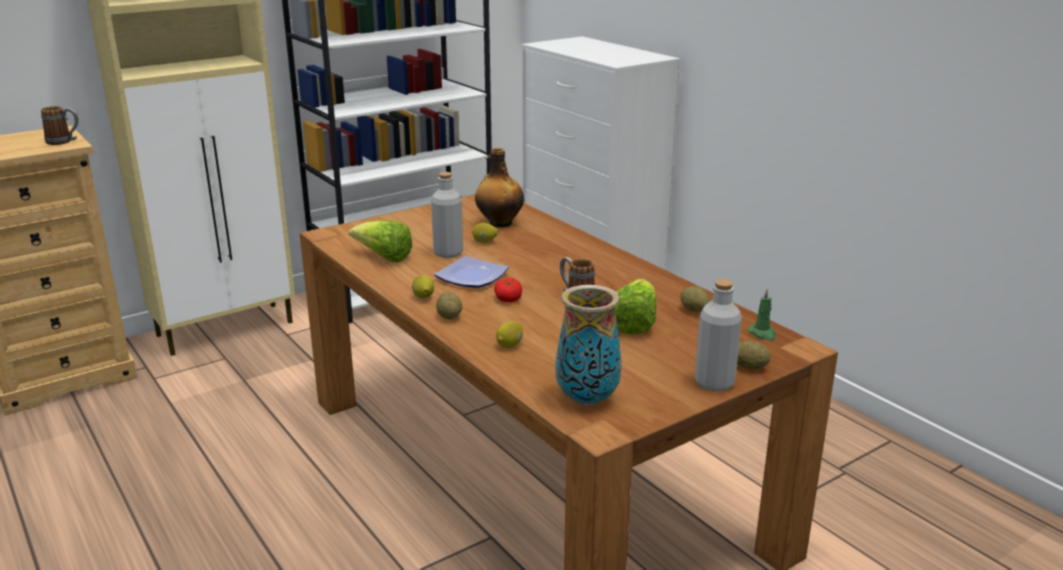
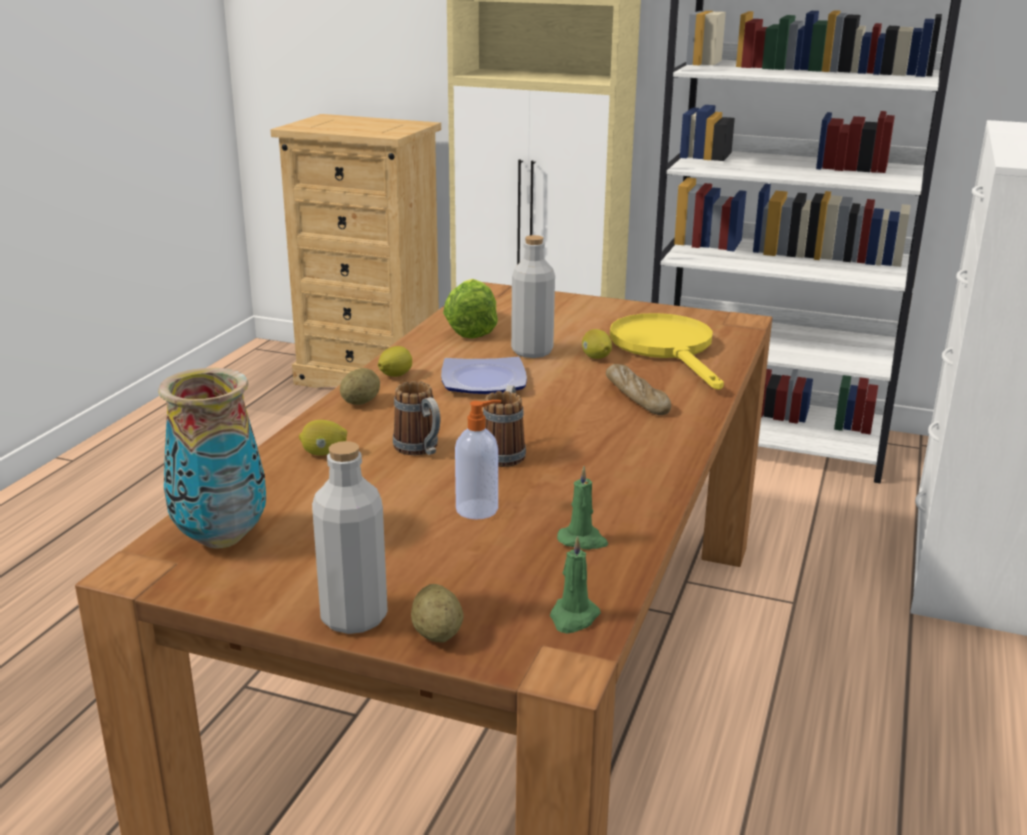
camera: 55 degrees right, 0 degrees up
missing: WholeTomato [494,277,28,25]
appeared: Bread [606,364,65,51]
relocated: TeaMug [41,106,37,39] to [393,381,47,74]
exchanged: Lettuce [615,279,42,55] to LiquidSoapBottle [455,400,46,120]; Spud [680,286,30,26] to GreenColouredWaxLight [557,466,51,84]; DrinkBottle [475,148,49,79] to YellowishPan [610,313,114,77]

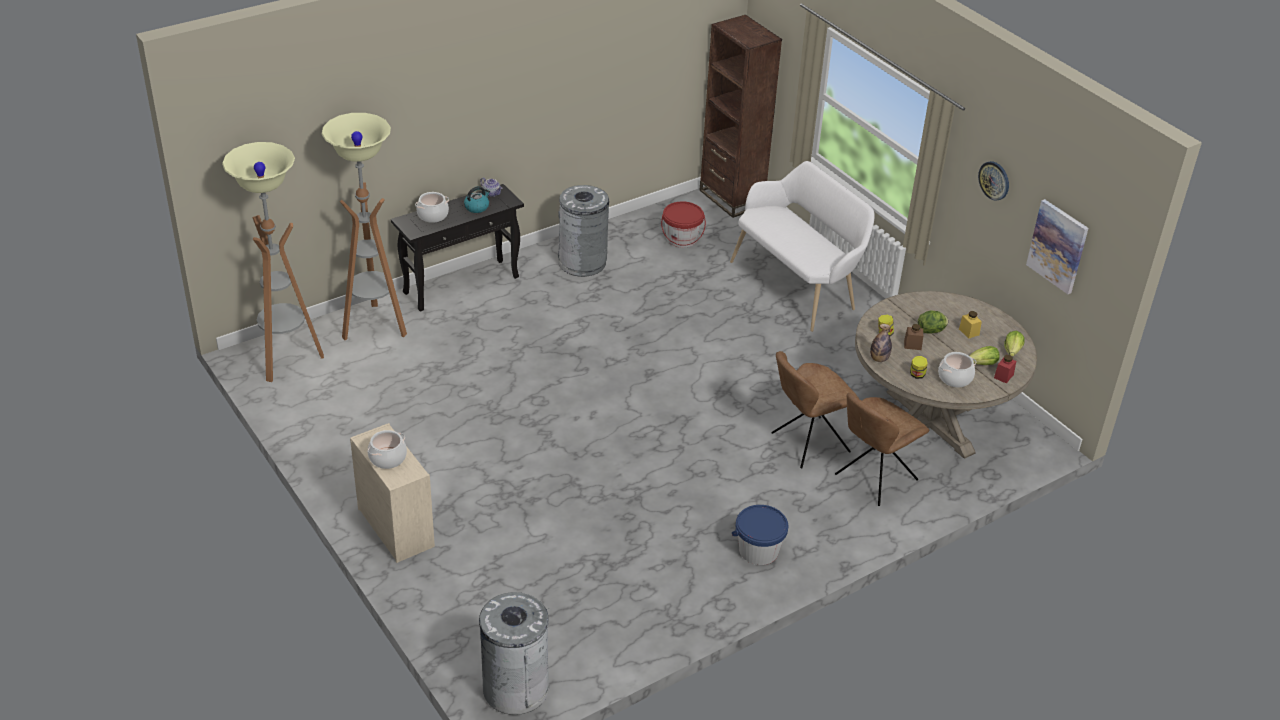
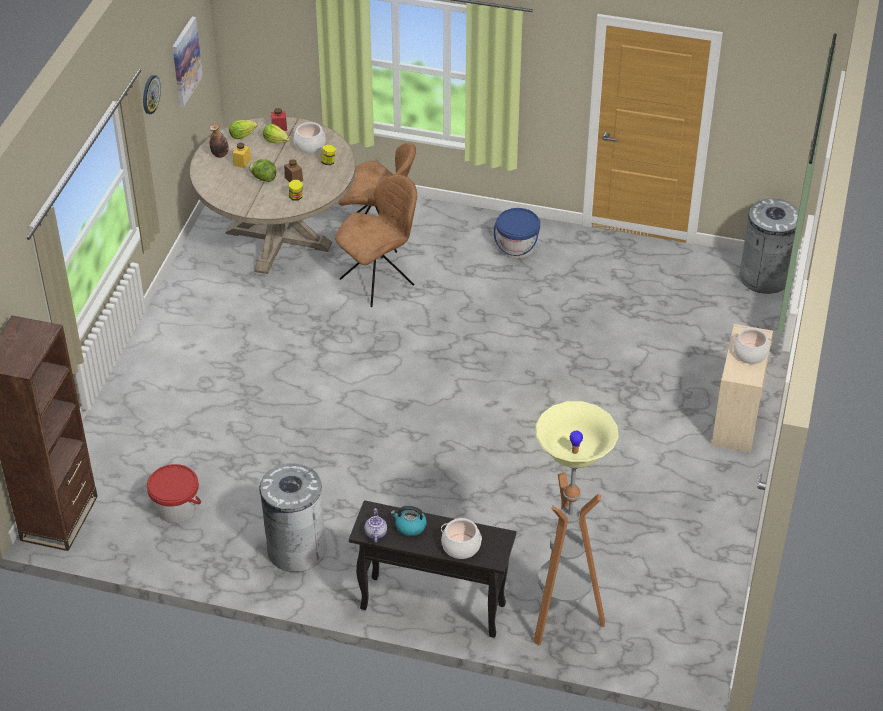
camera: 130 degrees left, 5 degrees up
missing: StandardLamp [222,142,102,240]; WhitishIndoorBench [730,161,145,171]
relocated: DrinkBottle [870,324,22,38] to [210,124,19,34]
spun: BrownishPlainChair [771,351,88,117] = [335,175,82,132] 60 degrees counterclockwise

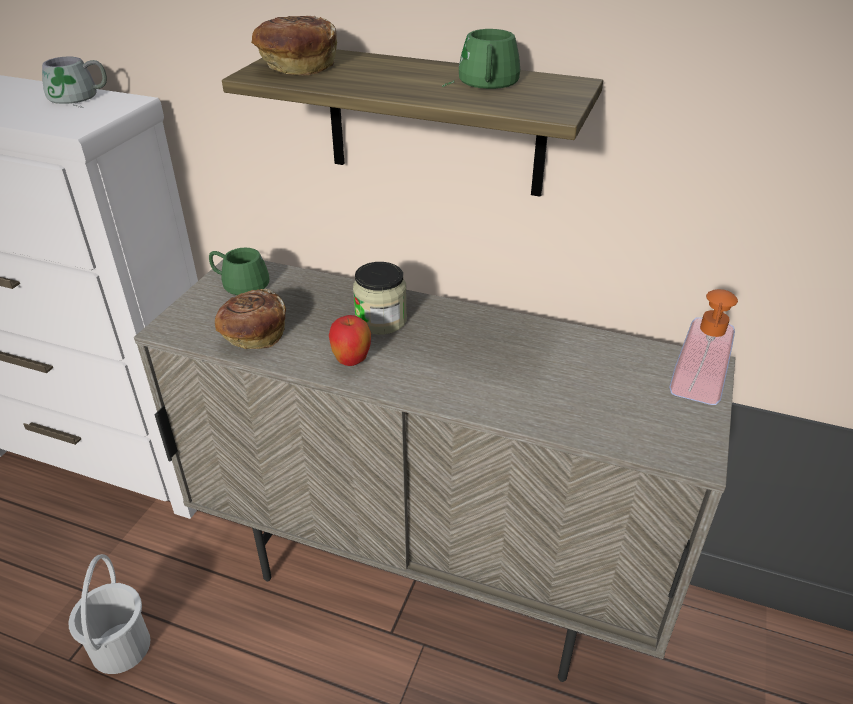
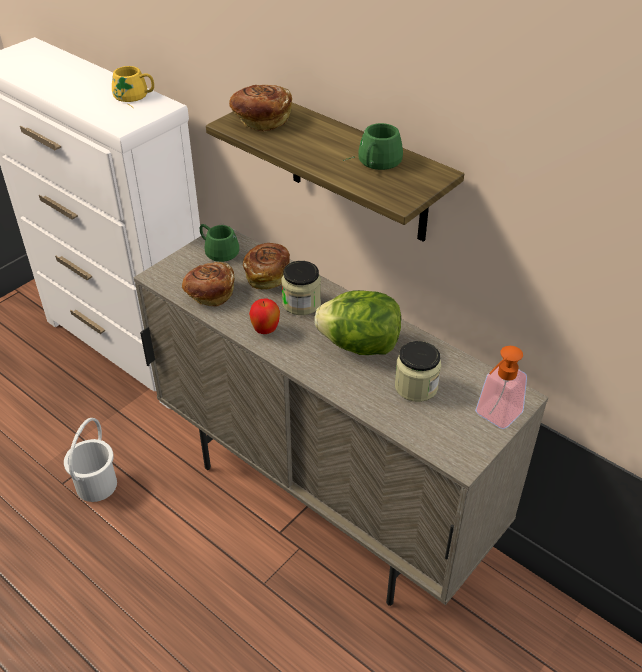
camera: 20 degrees right, 5 degrees up
appeared: Bread [243,243,47,47]; Lettuce [315,290,86,65]; PreserveJar [395,341,46,61]
colour: GreyTeaMug [42,57,65,51] to YellowishTeaMug [112,66,42,42]

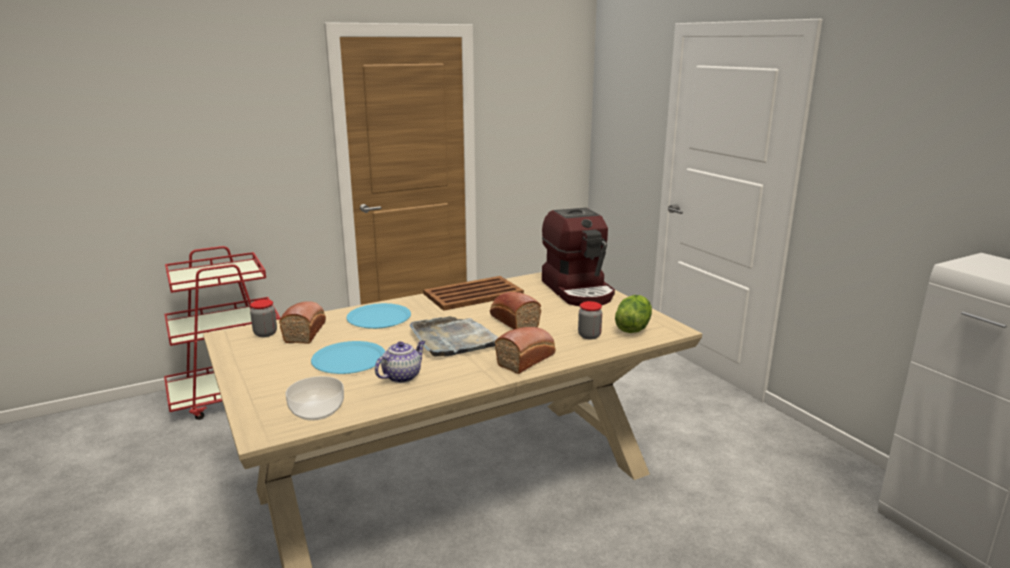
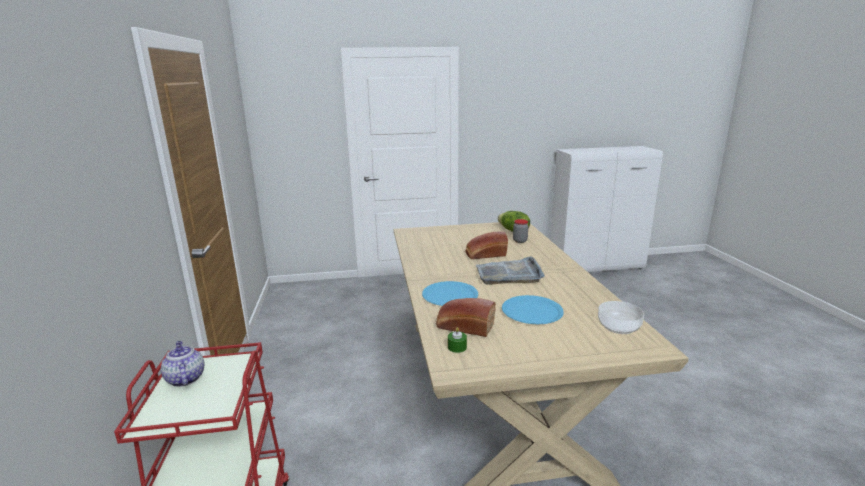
camera: 70 degrees left, 0 degrees up
missing: BrownishTray [423,276,101,35]; Bread [495,327,61,47]; CoffeeMaker [542,208,73,98]
relocated: Teapot [375,341,50,42] to [161,341,43,46]
exchanged: PreserveJar [250,299,27,38] to GreenColouredWaxLight [448,327,19,26]

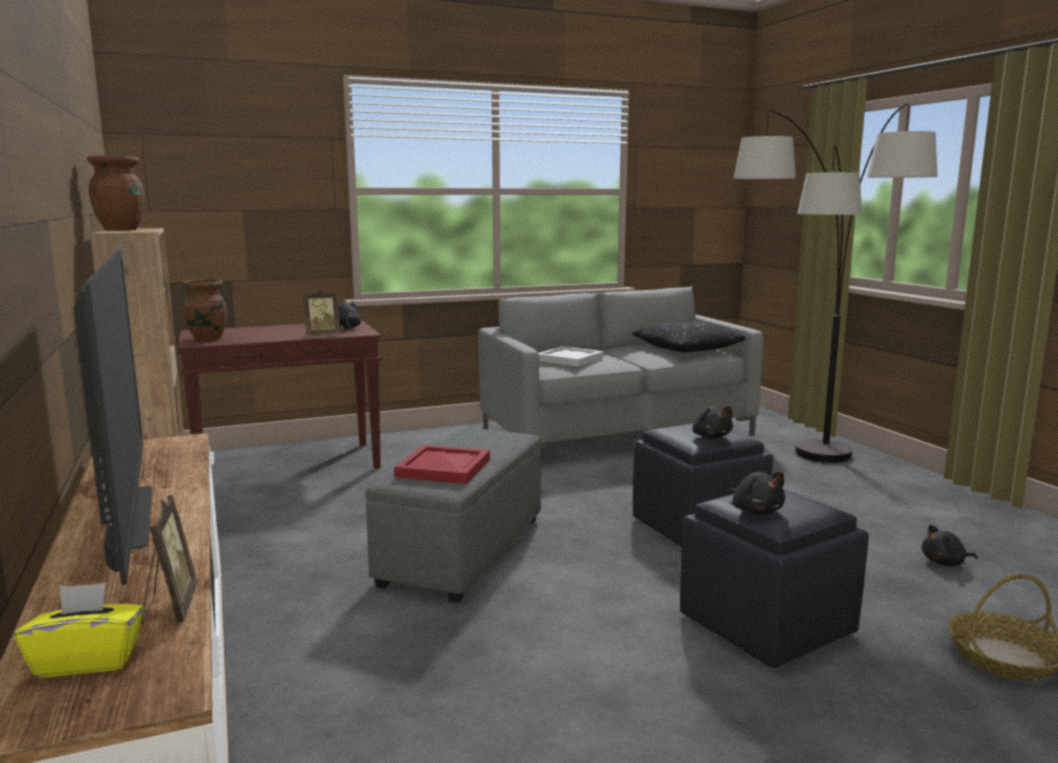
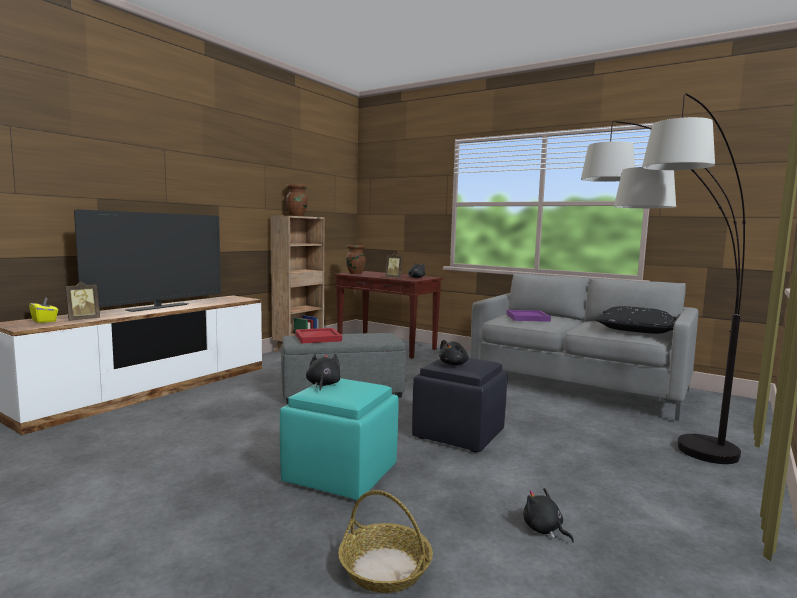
camera: 55 degrees right, 5 degrees down
colour: BlackFootrest [680,489,189,179] to TurquoiseColouredFootrest [280,378,119,122]; WhitishTray [538,346,66,21] to PurpleColouredTray [506,310,45,12]
spun: BlackPlushToy [728,472,57,43] = [306,354,34,37] 150 degrees clockwise

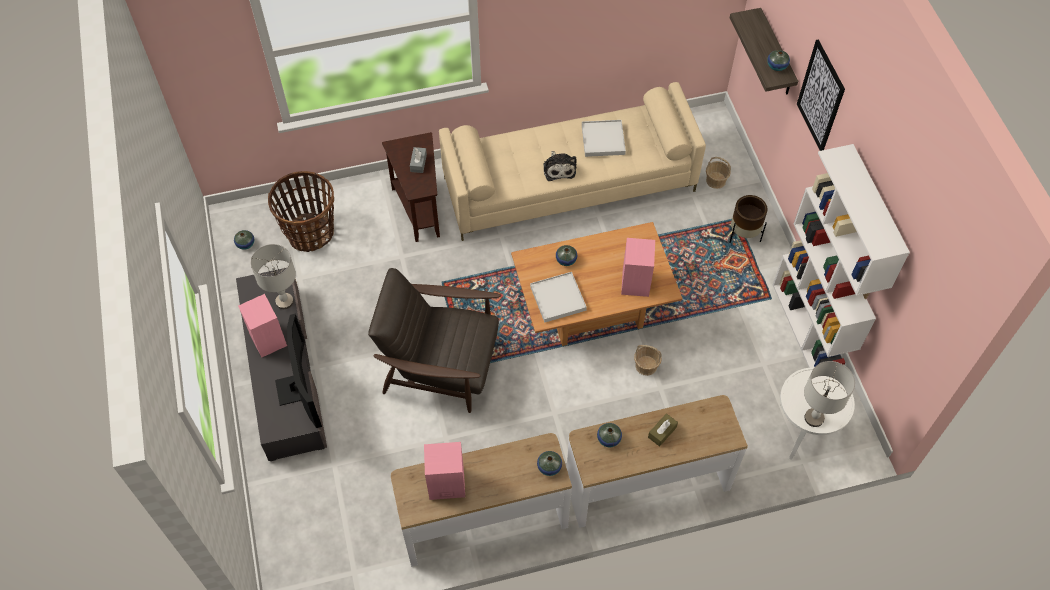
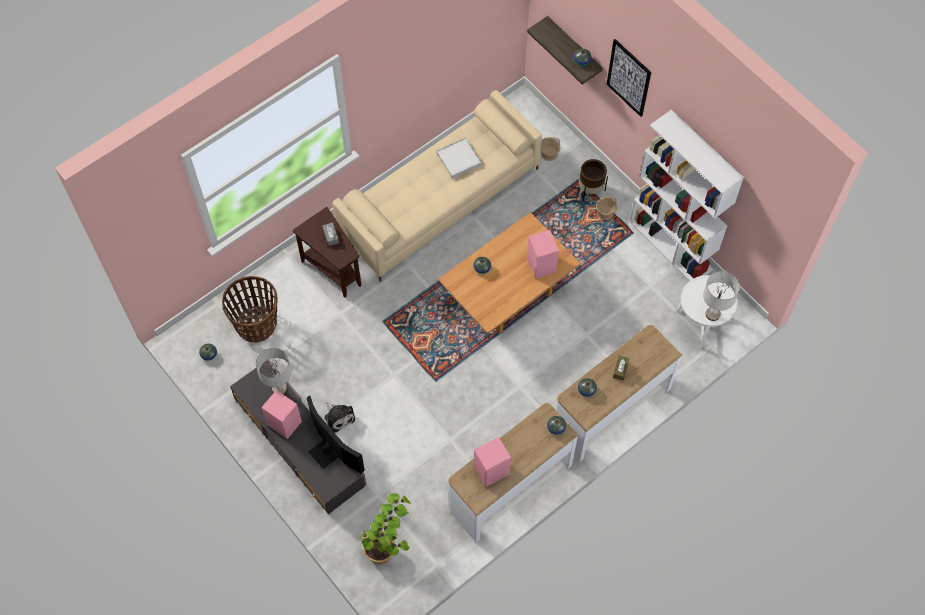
camera: 25 degrees left, 5 degrees up
missing: BrownishLoungeChair [368,268,133,145]; WhitishTray [530,272,57,51]
appeared: Houseplant [359,493,52,71]
relocated: PlushToy [543,151,34,30] to [325,403,30,30]; HouseholdBasket [634,345,28,31] to [596,197,21,23]

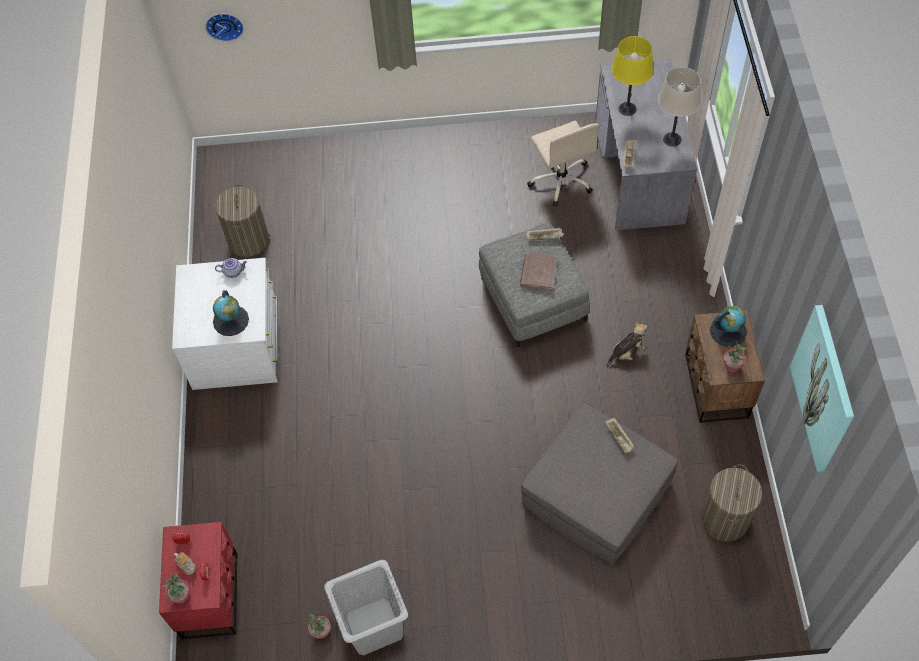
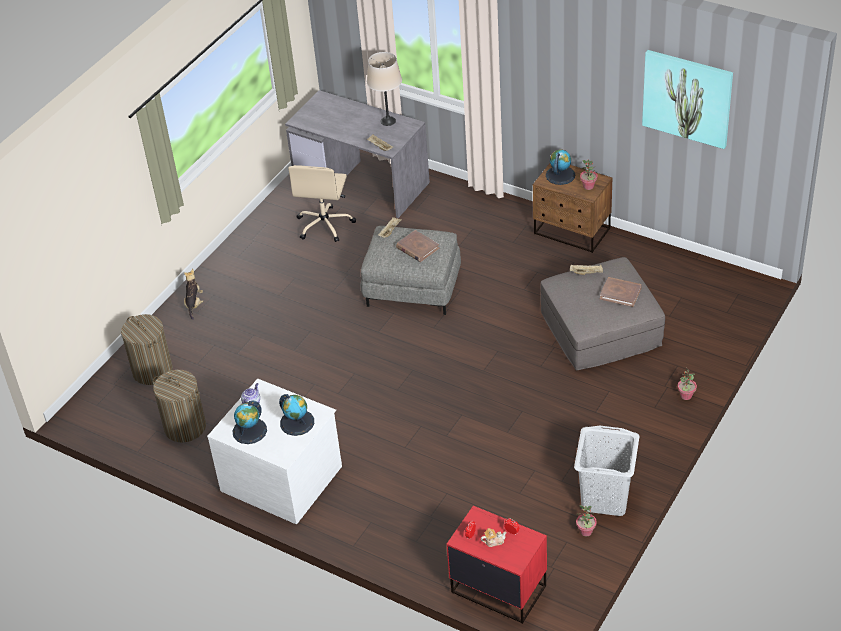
camera: 55 degrees left, 15 degrees down
missing: ClockOnTheWall [205,14,39,28]; YellowishTableLamp [612,36,42,80]
appeared: Globe [233,401,34,43]; BrownishBook [600,277,42,30]
relocated: LaundryBasket [701,464,61,78] to [121,314,52,71]; PlushToy [607,322,40,45] to [184,269,19,51]; Houseplant [163,573,27,31] to [678,367,19,33]
spun: SandColouredOfficeChair [527,121,72,85] = [288,165,68,77] 90 degrees clockwise

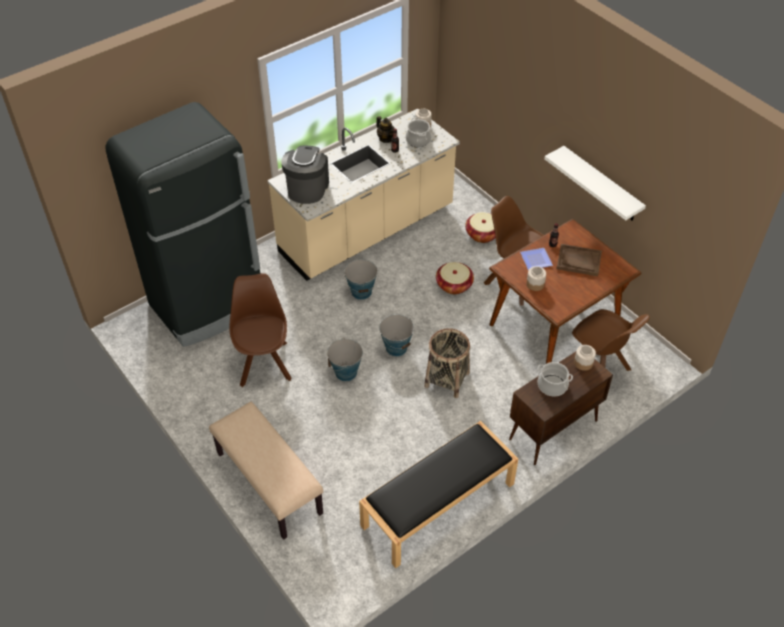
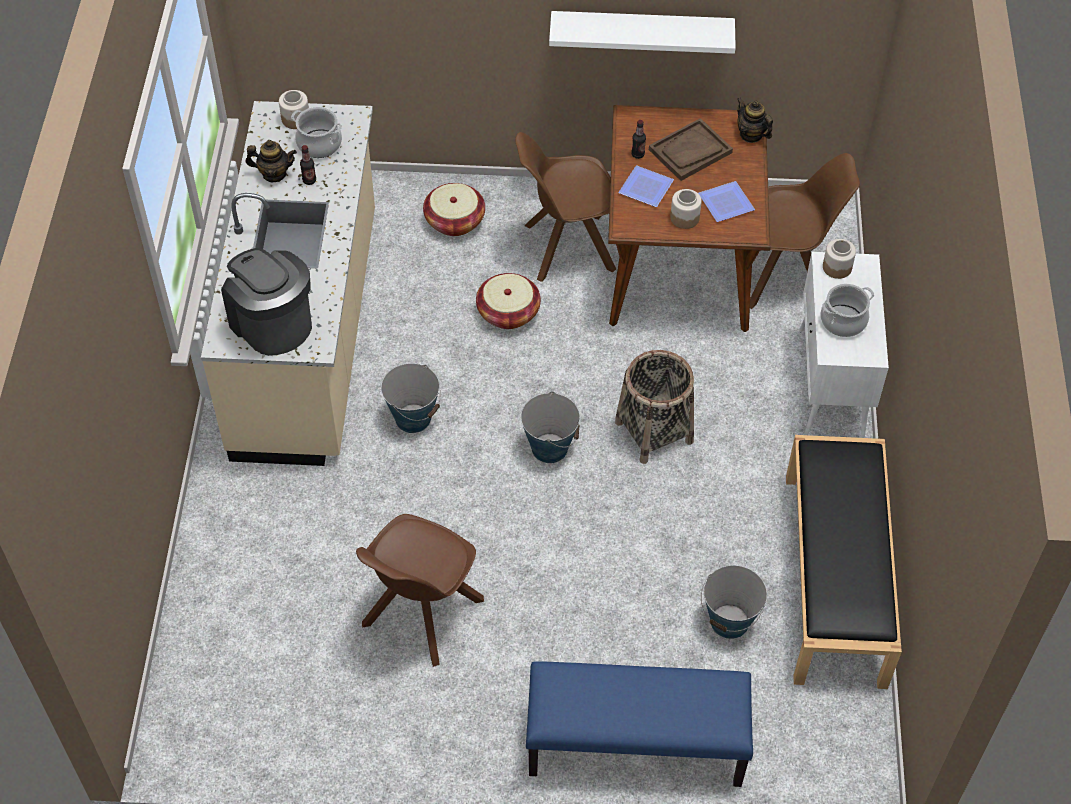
camera: 50 degrees left, 5 degrees up
missing: BlackRefrigerator [105,102,155,245]
appeared: Plate [698,181,57,41]; Teapot [737,98,36,45]
relocated: Pail [327,338,36,43] to [701,565,66,74]
colour: SandColouredIndoorBench [209,402,114,138] to BluishIndoorBench [526,661,227,126]; BrownishStorageCabinet [509,351,104,114] to WhitishStorageCabinet [799,252,90,186]
spun: BrownishPlainChair [229,273,63,114] = [356,514,128,153] 90 degrees counterclockwise

